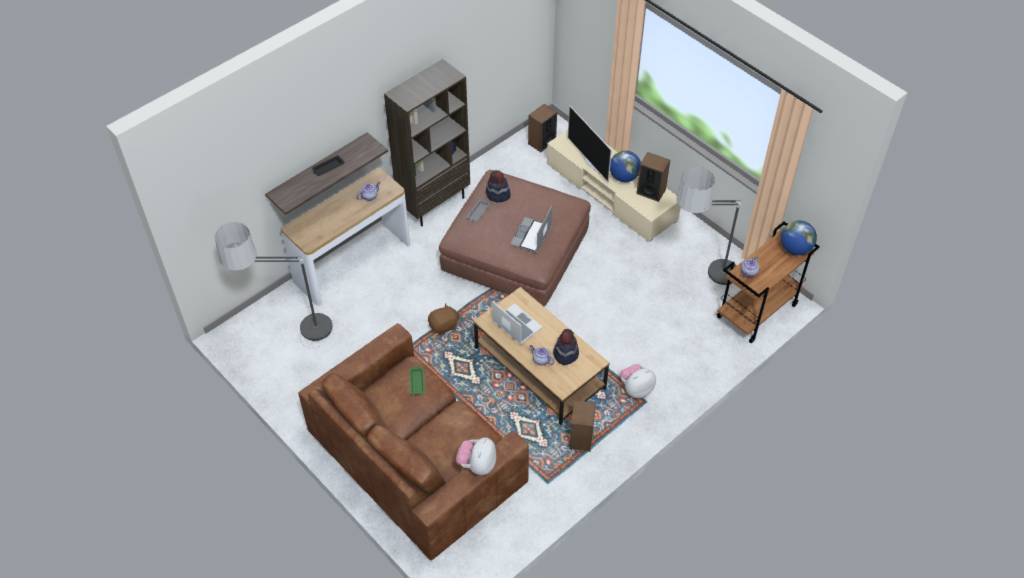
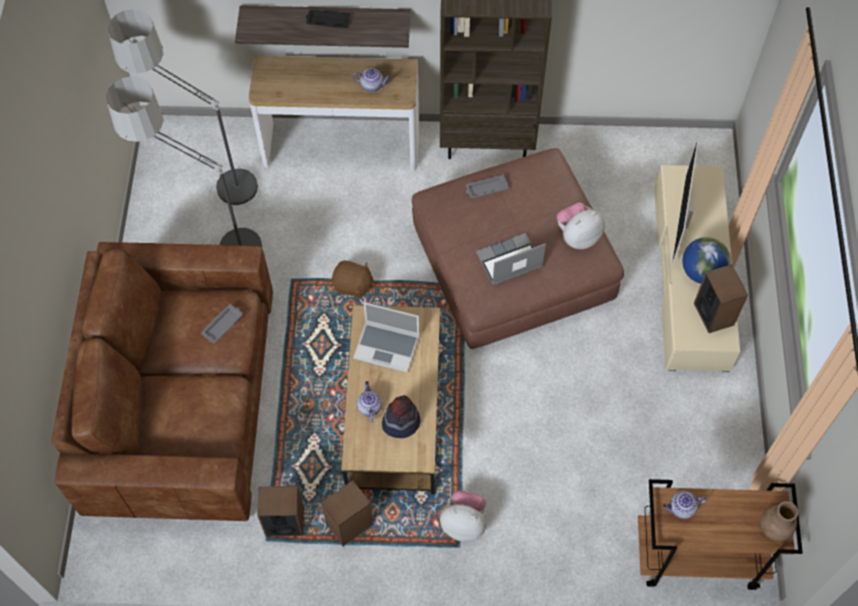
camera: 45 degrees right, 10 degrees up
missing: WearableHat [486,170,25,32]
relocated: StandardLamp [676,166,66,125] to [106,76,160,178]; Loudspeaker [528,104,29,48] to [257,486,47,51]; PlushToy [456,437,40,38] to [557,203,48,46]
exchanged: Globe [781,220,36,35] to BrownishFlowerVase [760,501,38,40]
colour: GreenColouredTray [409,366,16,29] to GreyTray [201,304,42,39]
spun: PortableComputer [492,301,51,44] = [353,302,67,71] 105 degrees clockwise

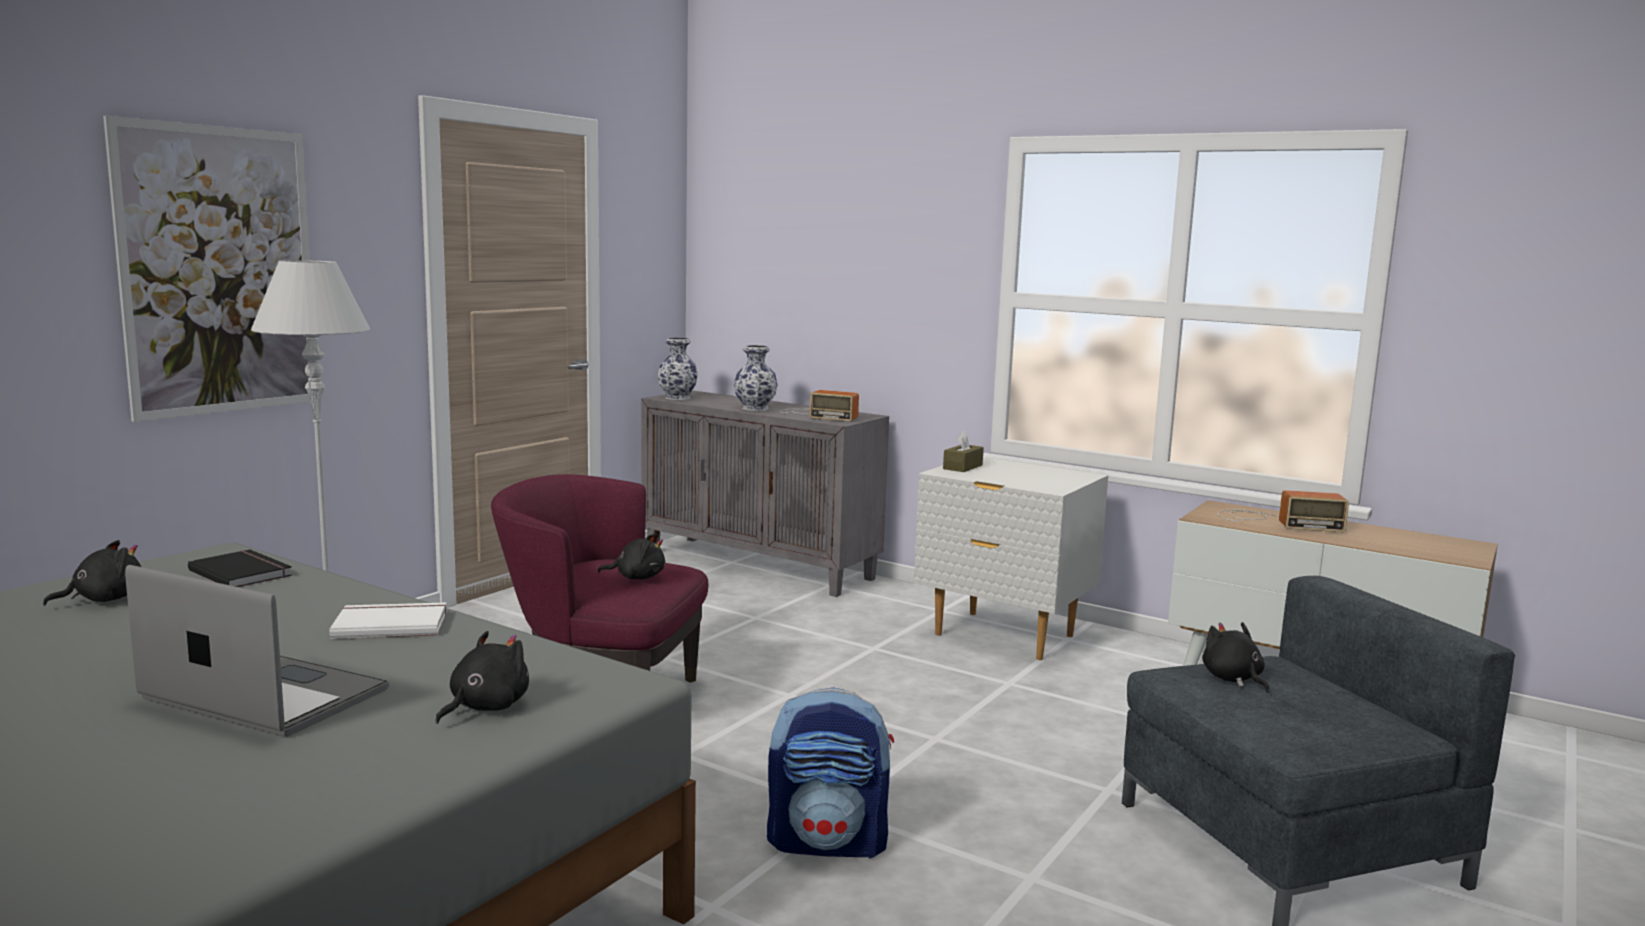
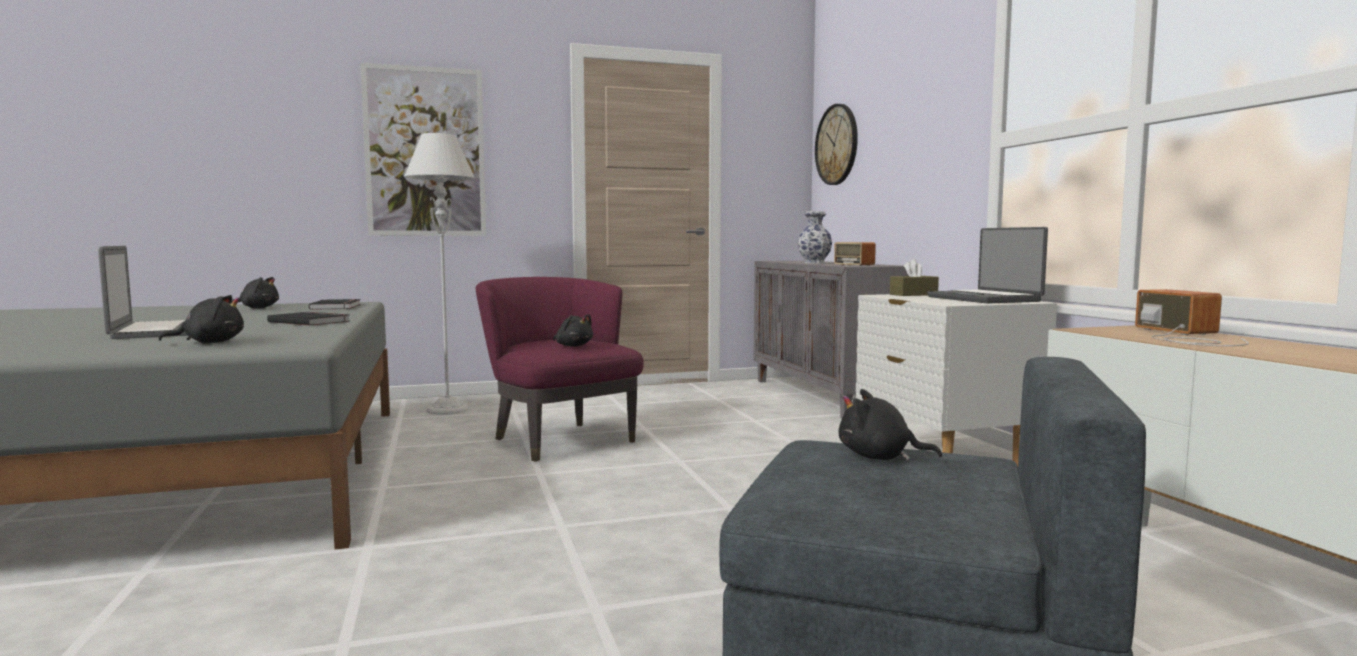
camera: 40 degrees right, 5 degrees down
missing: FlowerVase [658,337,40,63]; Knapsack [767,687,127,172]
appeared: ClockOnTheWall [815,104,43,81]; PortableComputer [927,227,121,77]
colour: WhitishBook [329,602,118,37] to BlackBook [267,312,82,14]
spun: BlackPlushToy [1202,622,67,71] = [839,389,103,72] 90 degrees counterclockwise; Radio [1218,490,131,42] = [1135,289,114,57] 150 degrees counterclockwise

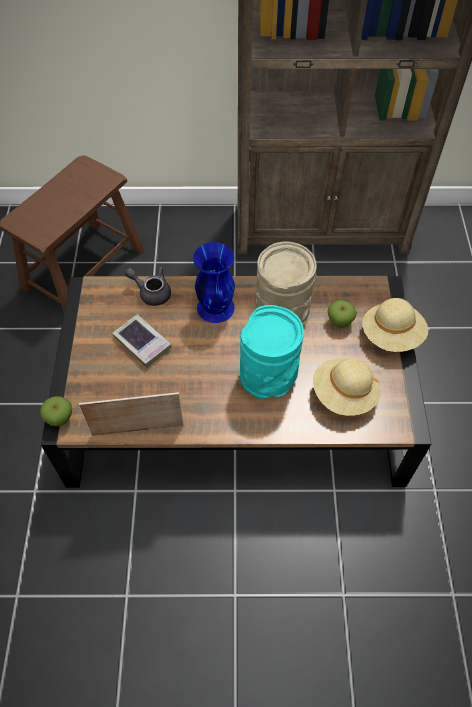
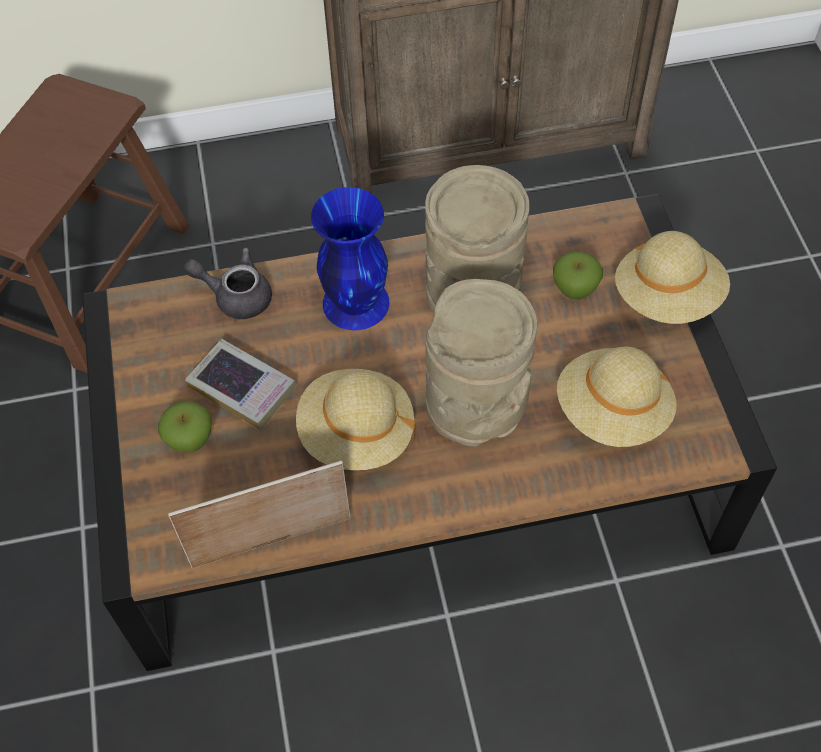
camera: 10 degrees left, 0 degrees up
appeared: SandColouredWearableHat [296,369,120,101]
relocated: Apple [40,396,32,30] to [158,401,54,51]
colour: TurquoiseColouredFlowerVase [240,305,64,94] to SandColouredFlowerVase [426,279,111,167]

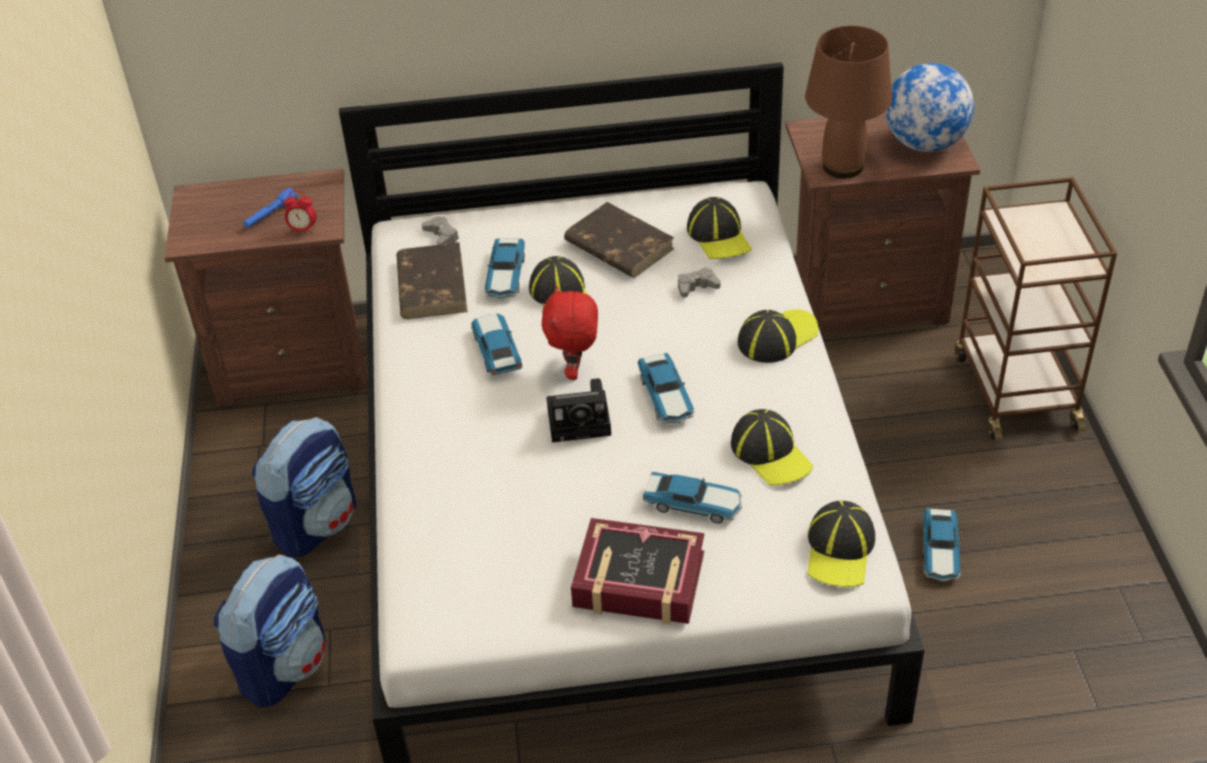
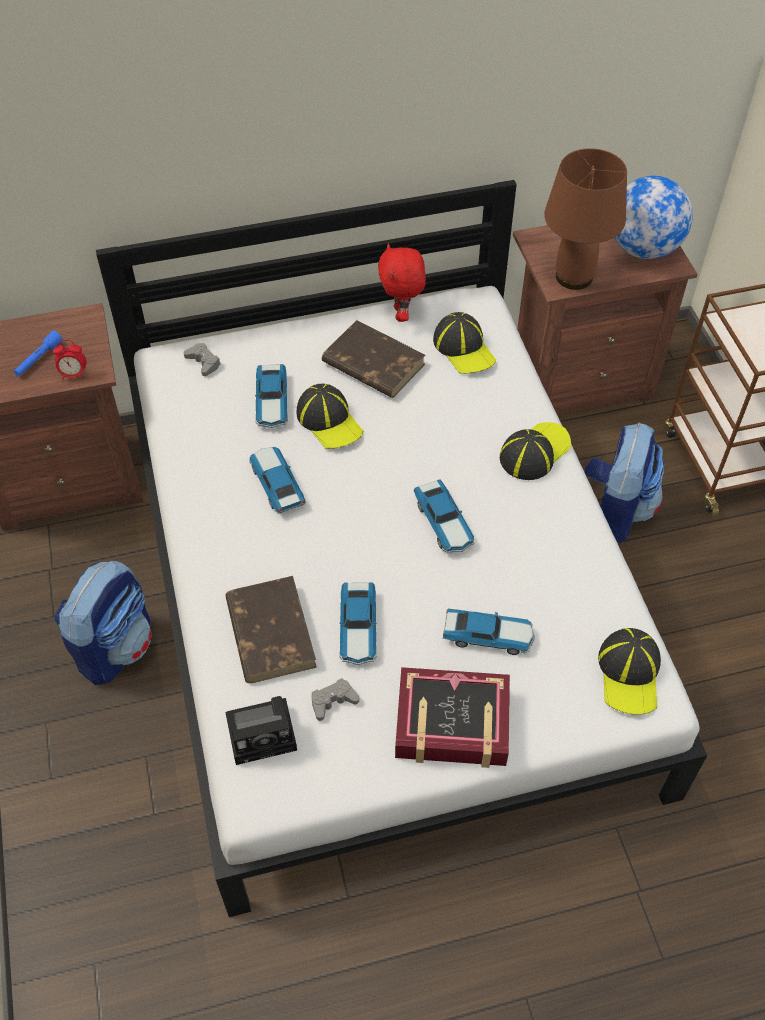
camera: 10 degrees left, 10 degrees up
missing: Cap [731,409,82,77]
relocated: BrownishBook [397,242,71,77] to [225,576,92,107]; StillCamera [546,378,65,64] to [225,696,72,69]; GreyJoypad [678,267,43,31] to [312,678,47,43]; ModelCar [923,508,38,74] to [339,582,38,83]; ReddishPlushToy [542,285,56,95] to [378,243,48,79]; Knapsack [214,555,112,153] to [585,422,79,121]

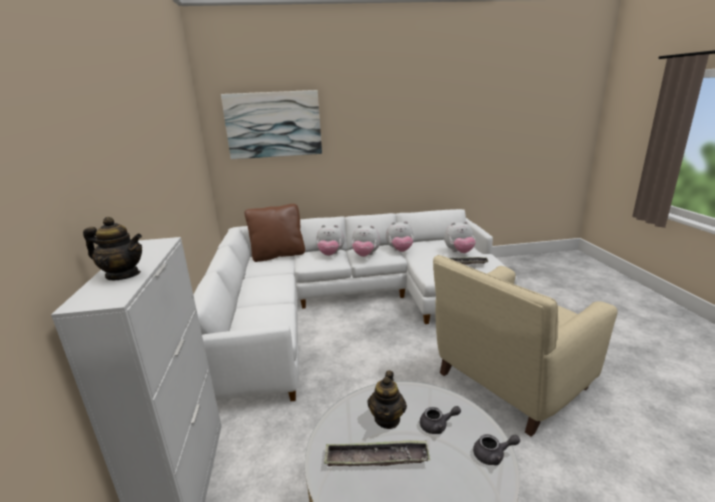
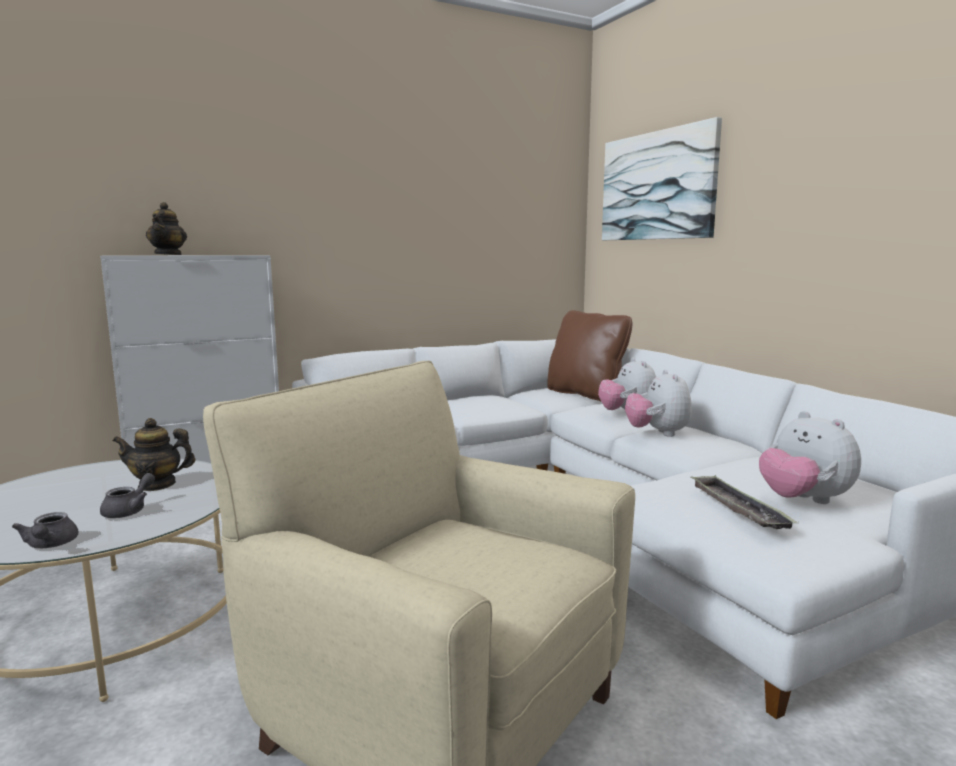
camera: 70 degrees right, 10 degrees down
missing: Tray [324,440,106,26]; PlushToy [386,221,27,31]
spun: GreyTeapot [420,406,41,28] = [100,473,55,45] 135 degrees counterclockwise

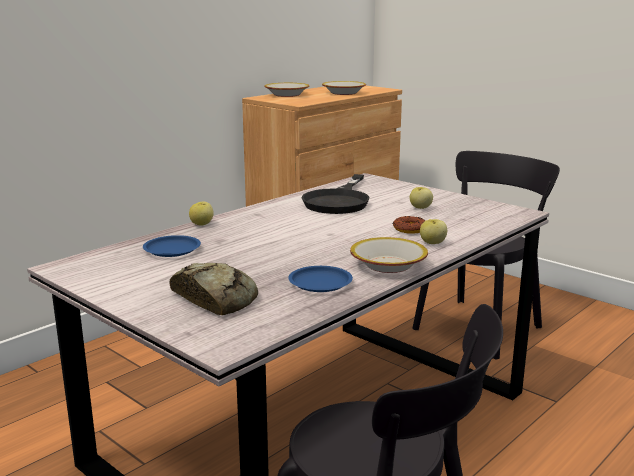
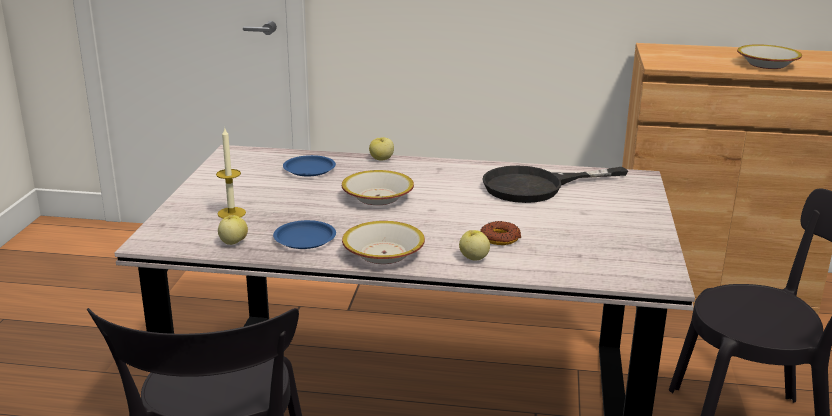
camera: 55 degrees right, 5 degrees up
relocated: Apple [410,187,23,22] to [218,215,30,30]; ServingBowl [264,83,45,14] to [342,170,72,35]
exchanged: Bread [169,263,89,52] to WaxLight [216,127,30,91]

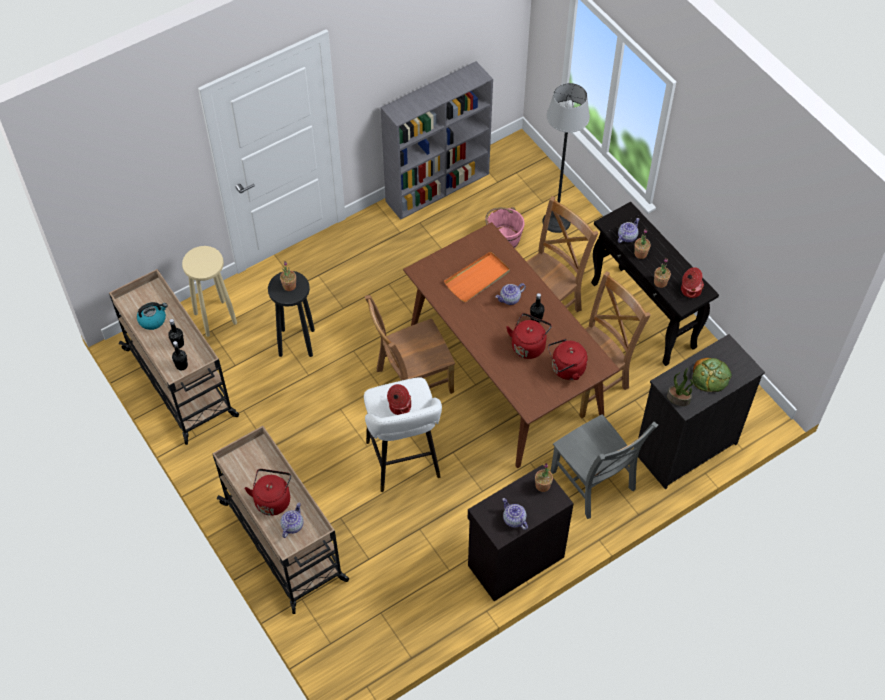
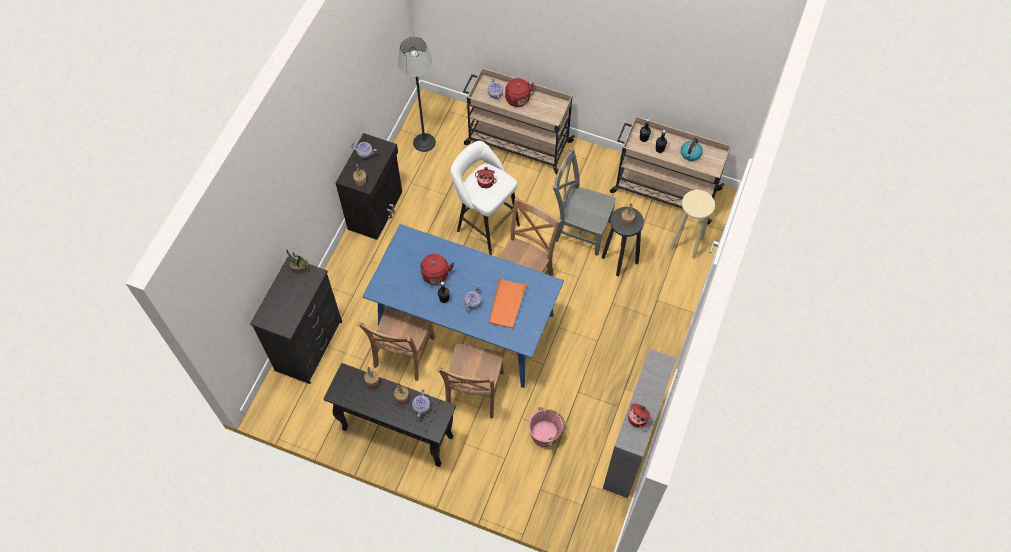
camera: 145 degrees right, 5 degrees up
missing: ReddishWaterKettle [548,339,39,41]; Bread [692,358,40,34]
relocated: StandardLamp [542,83,48,150] to [398,37,38,115]; GreyPlainChair [550,414,108,105] to [553,147,63,109]; Stockpot [681,267,23,31] to [628,403,23,25]
colour: BrownishKitchenTable [403,222,217,246] to BluishKitchenTable [363,224,201,164]

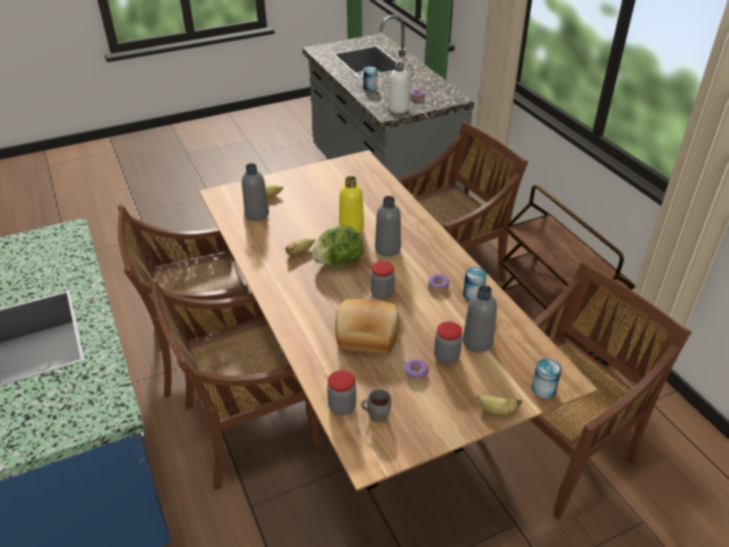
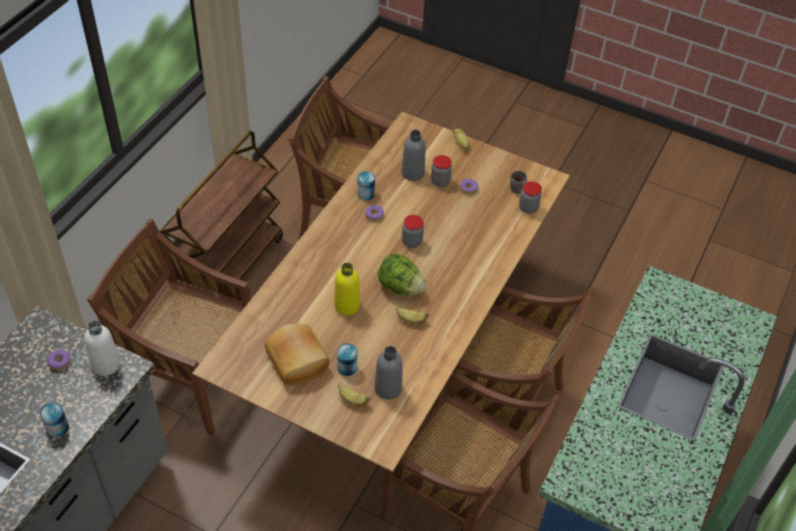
camera: 130 degrees left, 10 degrees up
missing: GreyDrinkBottle [375,196,26,60]
relocated: Bread [335,299,64,55] to [264,324,65,61]; MetalCan [532,358,30,40] to [337,343,21,33]

